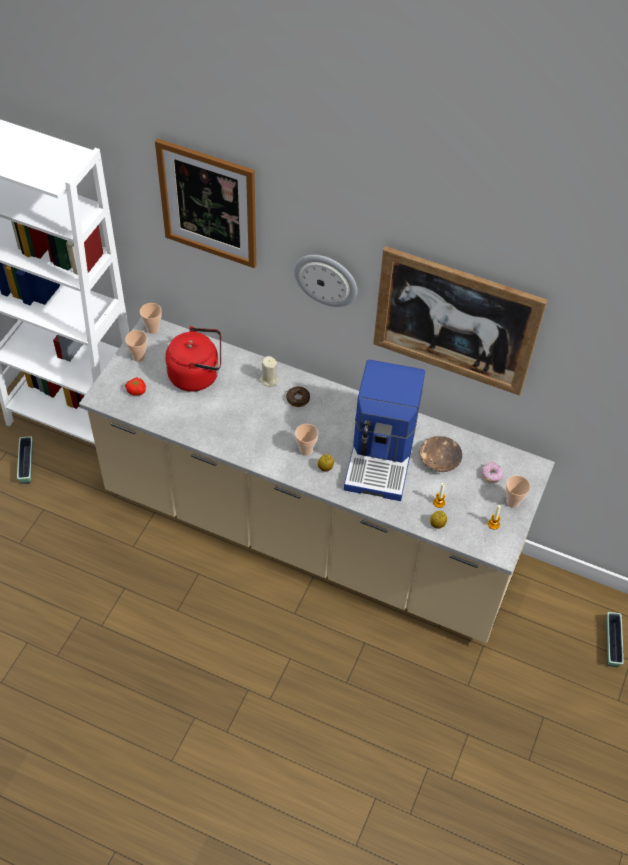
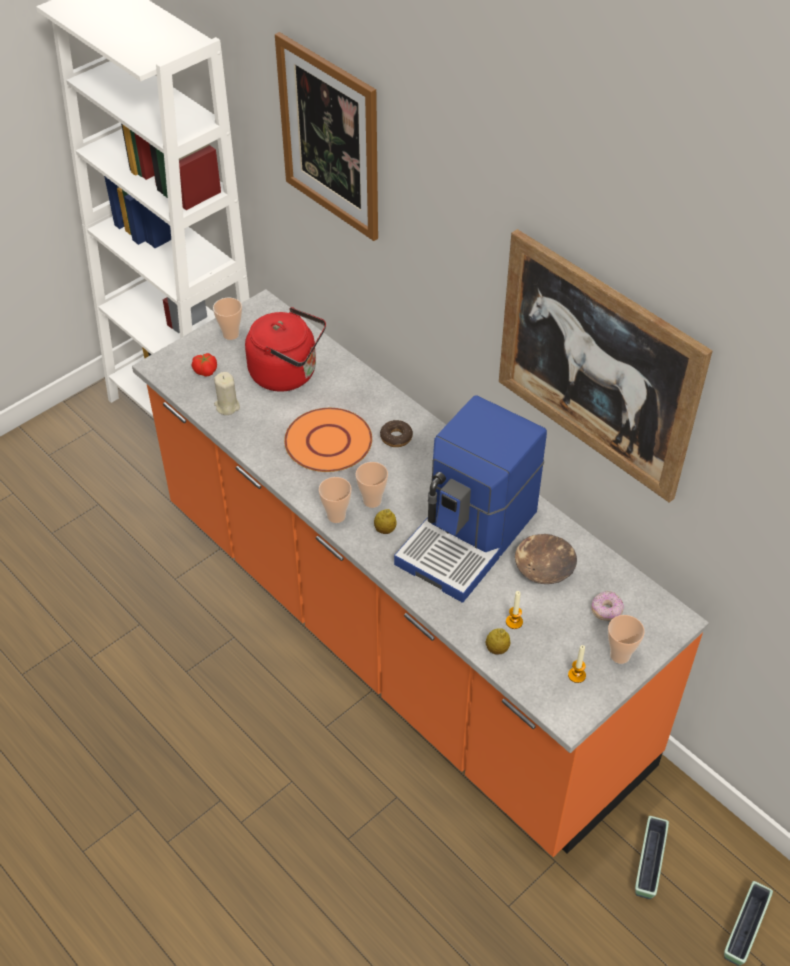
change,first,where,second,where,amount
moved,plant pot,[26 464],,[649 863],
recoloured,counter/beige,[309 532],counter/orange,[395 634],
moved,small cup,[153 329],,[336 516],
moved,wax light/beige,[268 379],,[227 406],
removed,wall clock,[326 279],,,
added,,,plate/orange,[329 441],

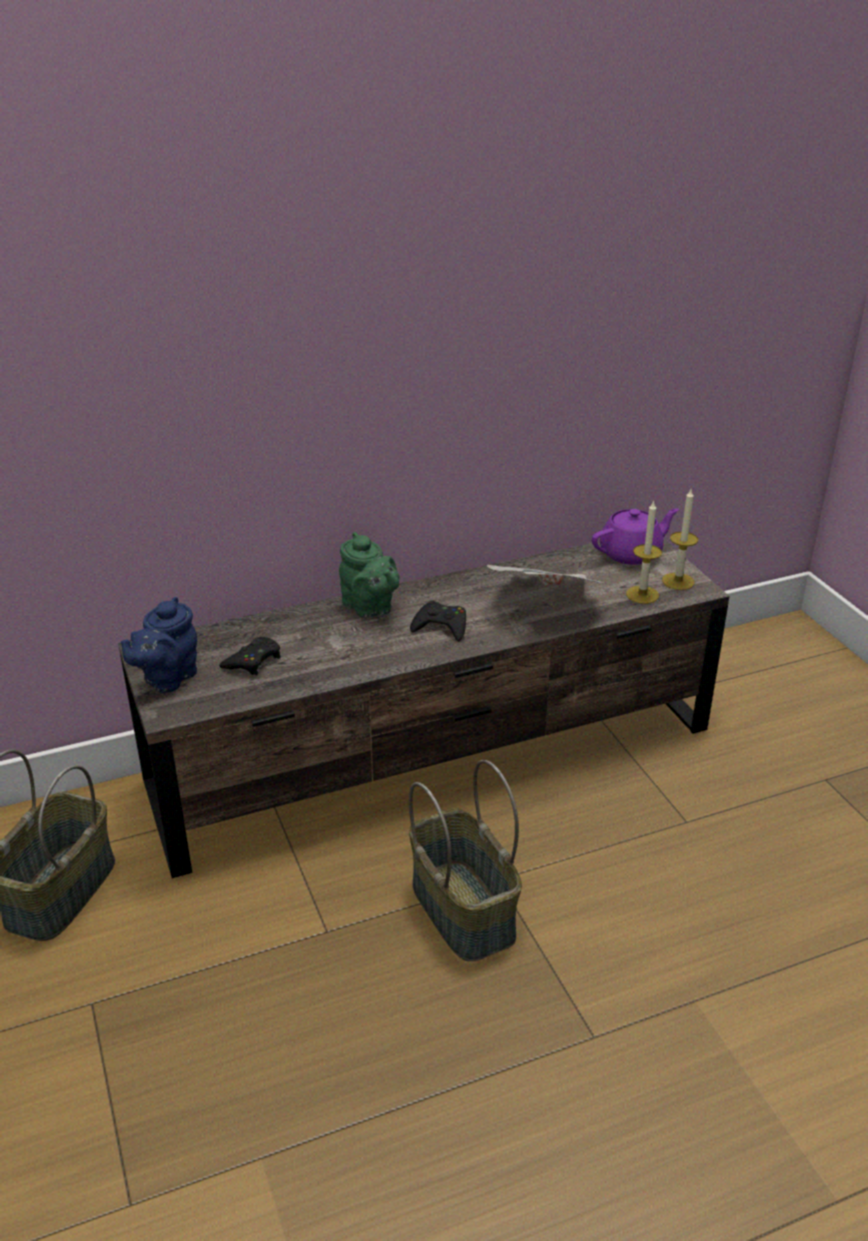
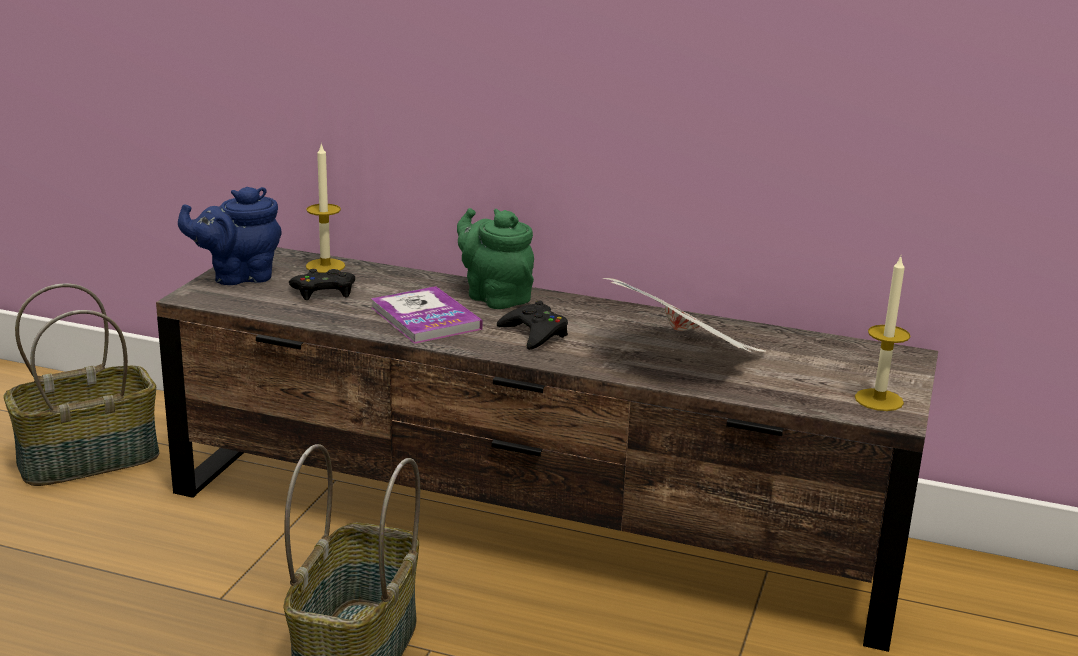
change,first,where,second,where,amount
turned,pot for tea/green,[369 608],,[495 297],135 degrees clockwise
removed,pot for tea/purplish,[632 554],,,
moved,wax light,[642 595],,[325 266],
added,,,book,[425 318],

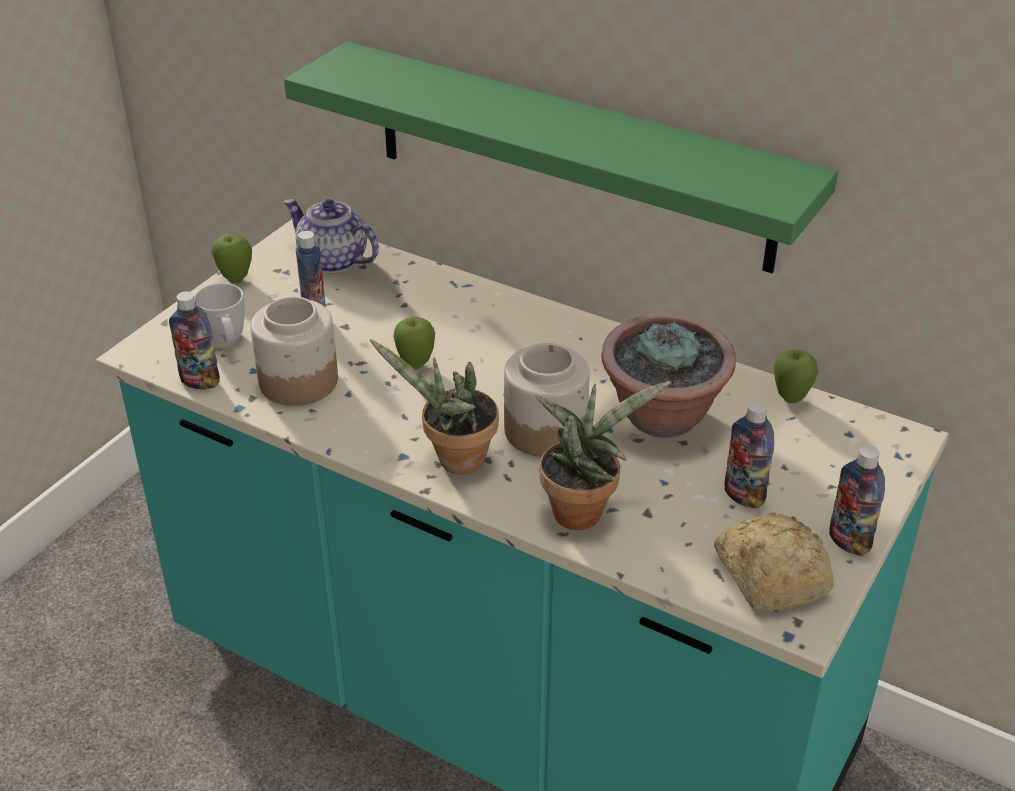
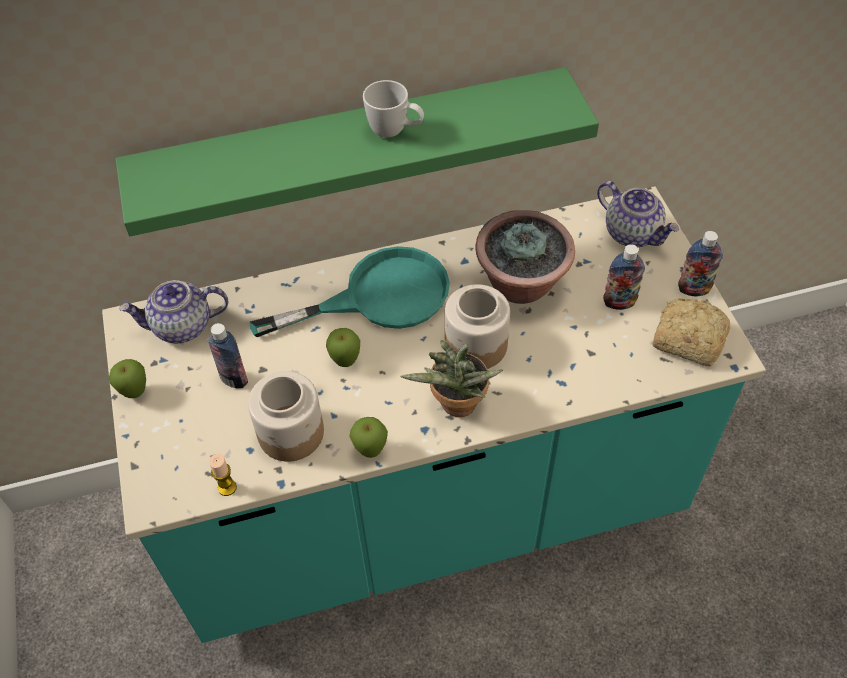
change,first,where,second,where,amount
replaced,drink bottle,[200 381],wax light,[227 487],
moved,coffee mug/white-coloured,[227 342],,[395 132],
removed,potted plant,[582 509],,,
moved,apple fruit,[790 399],,[370 451],
added,,,pan/turquoise,[378 297],
added,,,pot for tea,[633 233],

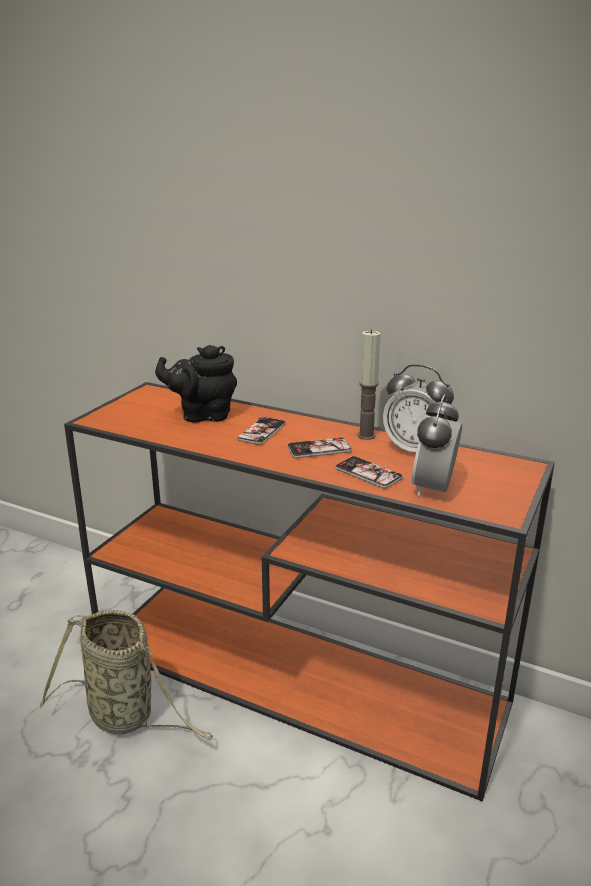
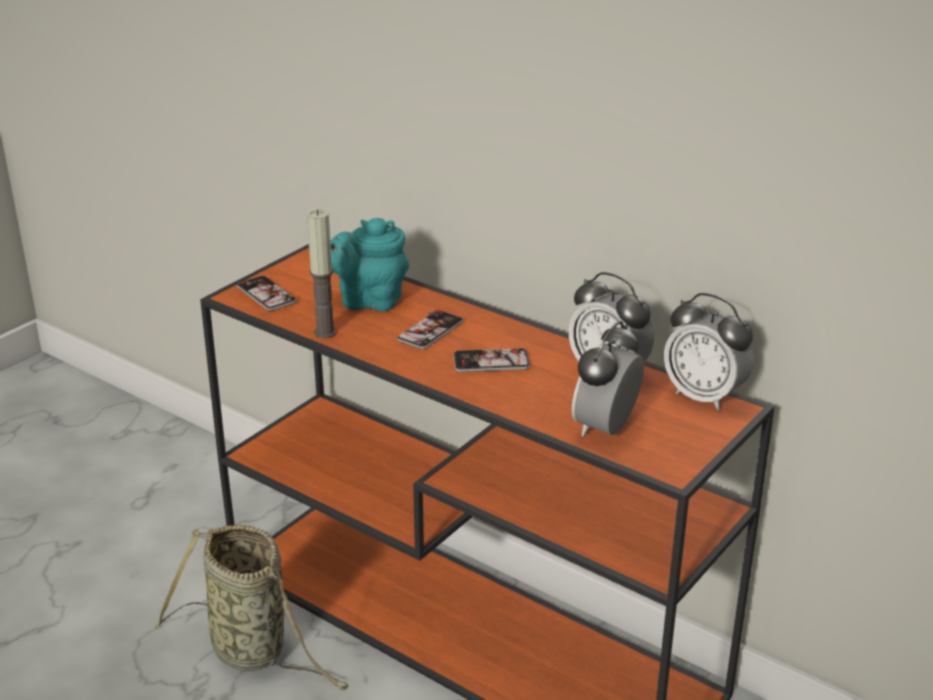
change,first,where,second,where,amount
recoloured,pot for tea/black,[203 415],pot for tea/turquoise,[366 300],
moved,telephone,[368 473],,[266 294],
moved,wax light,[366 435],,[325 332],
added,,,alarm clock,[704 396],

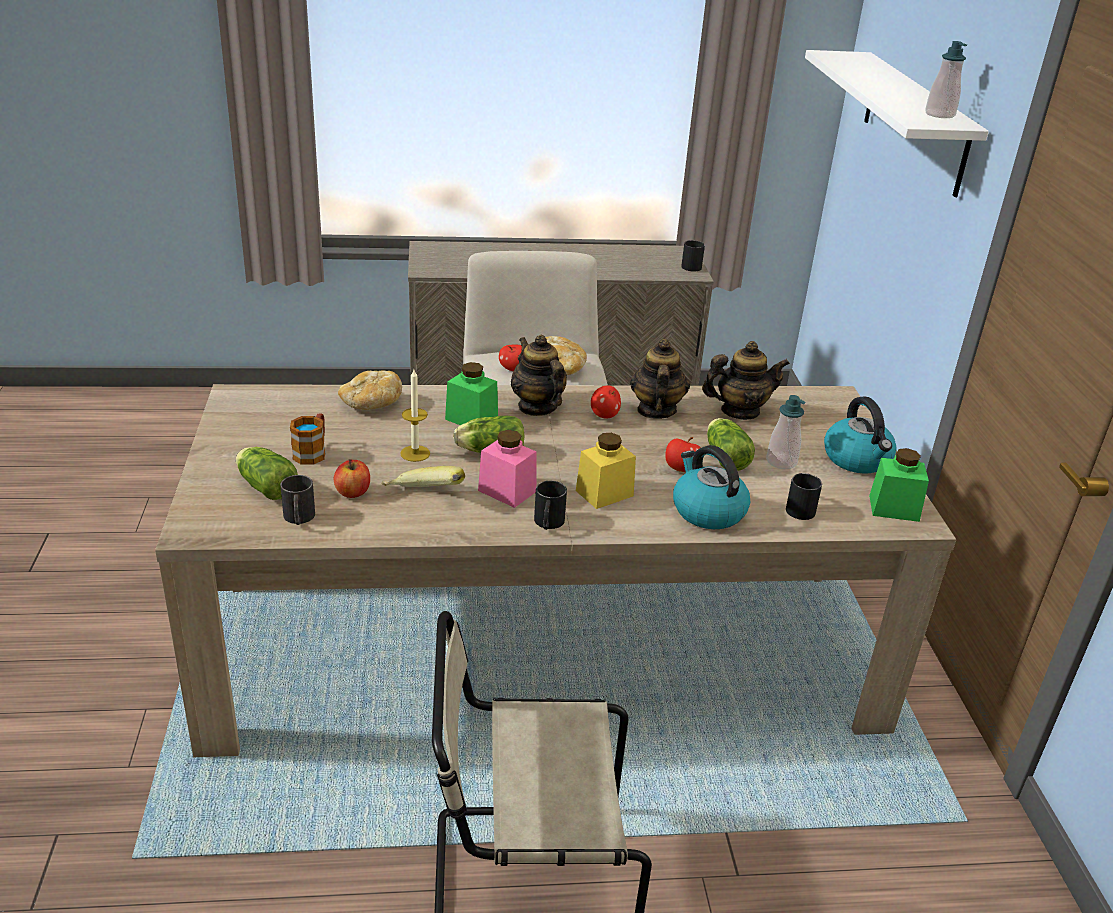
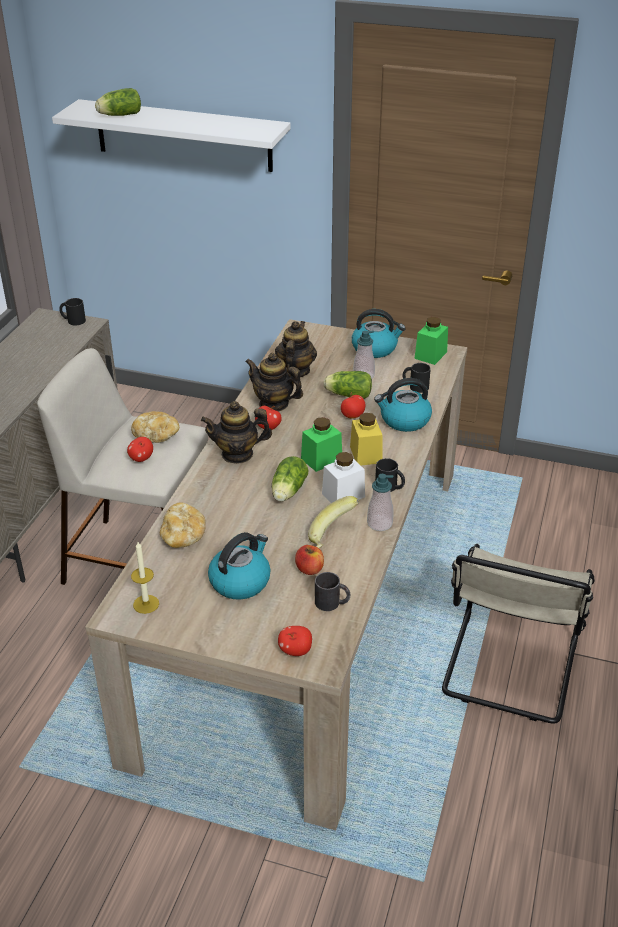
change,first,where,second,where,amount
moved,head of lettuce,[265 486],,[118 115],
replaced,coffee mug,[312 452],kettle,[240 581],
moved,wax light,[415 453],,[146 604],
moved,storage jar/green,[471 419],,[321 459],
recoloured,storage jar/pink-coloured,[507 491],storage jar/white-coloured,[343 495],
moved,soap dispenser,[939 115],,[379 523],
added,,,apple fruit,[295 650],

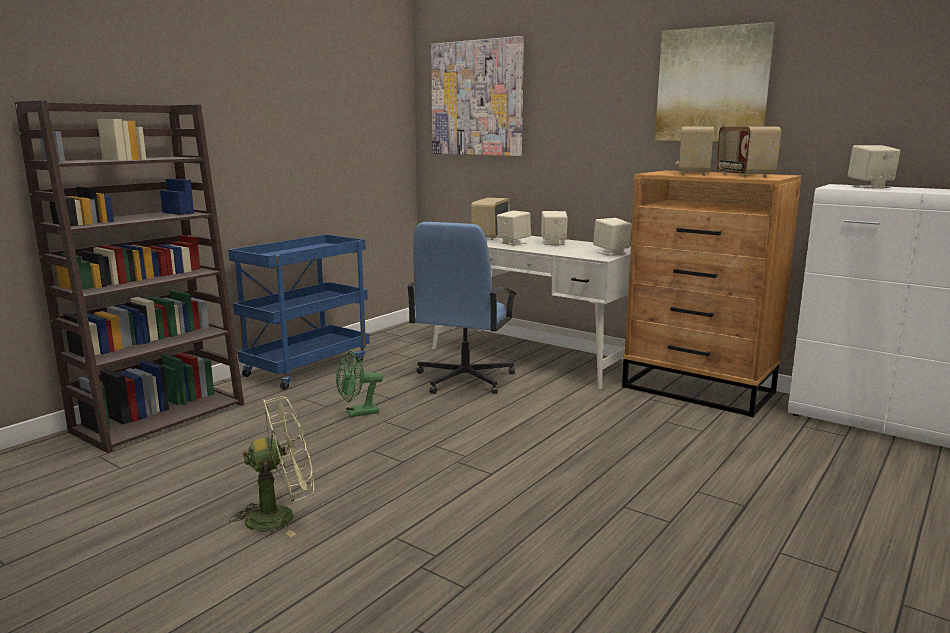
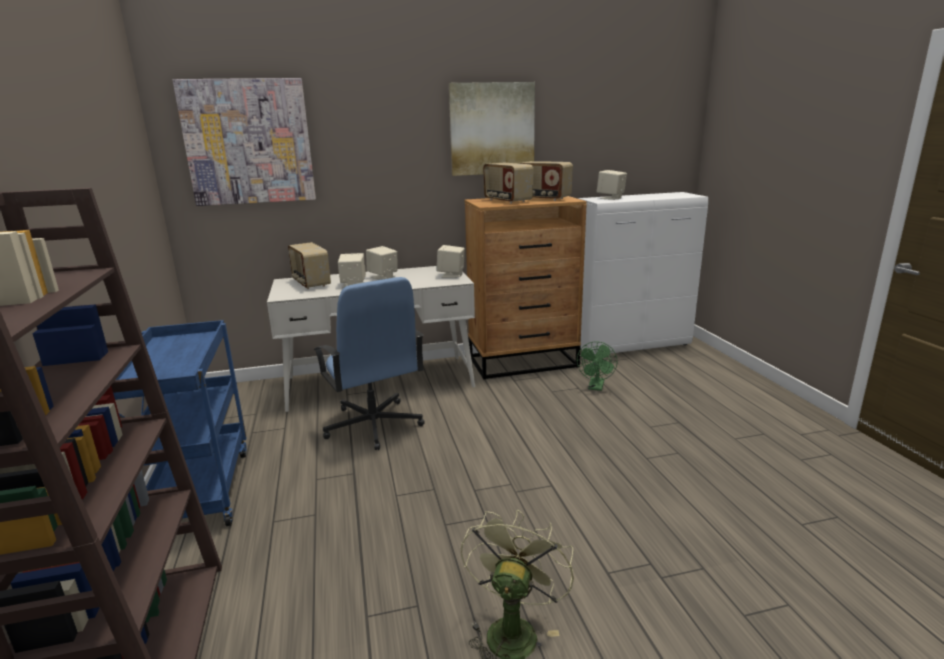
change,first,where,second,where,amount
moved,fan/green,[357 413],,[596 387],

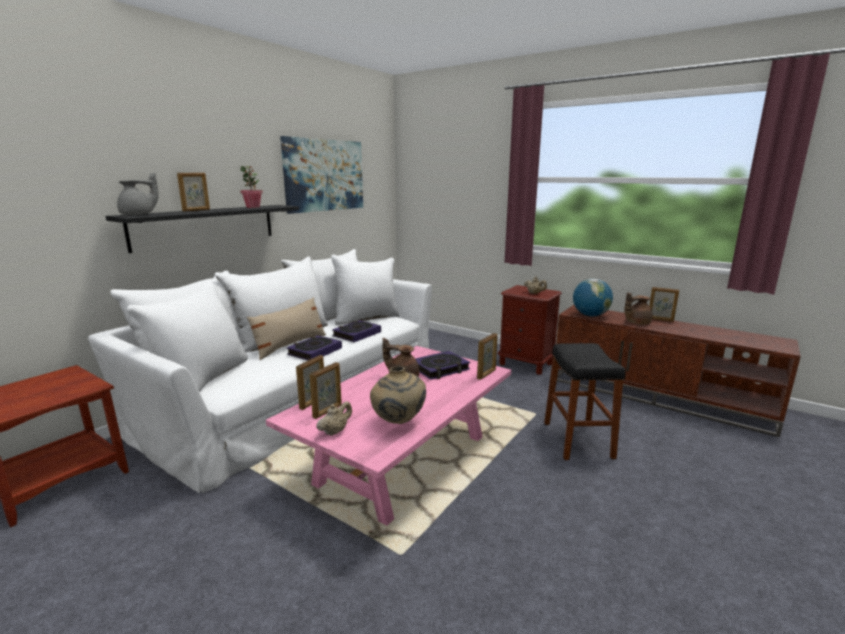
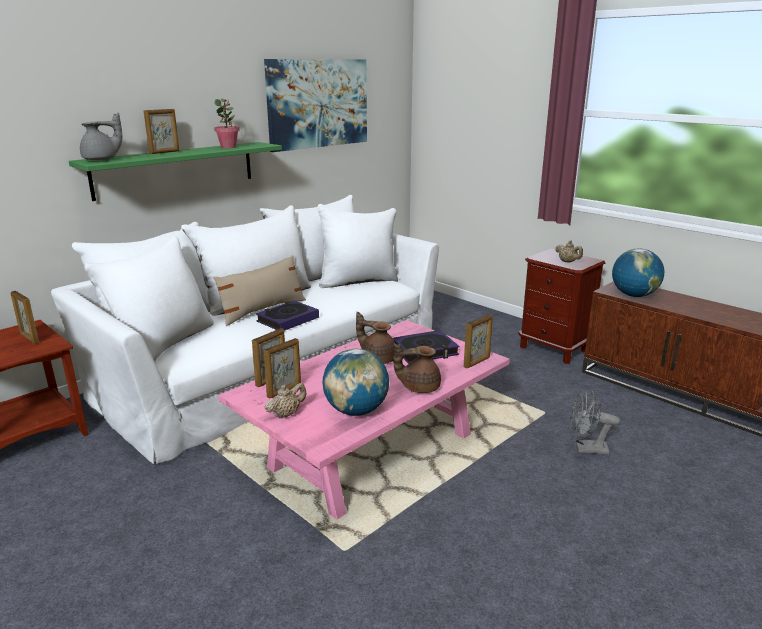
change,first,where,second,where,amount
recoloured,shelf/black,[206 226],shelf/green,[176 169],
removed,book,[357 334],,,
replaced,flower vase/beige,[398 423],world globe,[356 411],
replaced,stool/black,[577 440],fan/gray,[586 449],
moved,pot for tea/brown,[636 322],,[418 387],
moved,photo frame,[660 319],,[29 338],

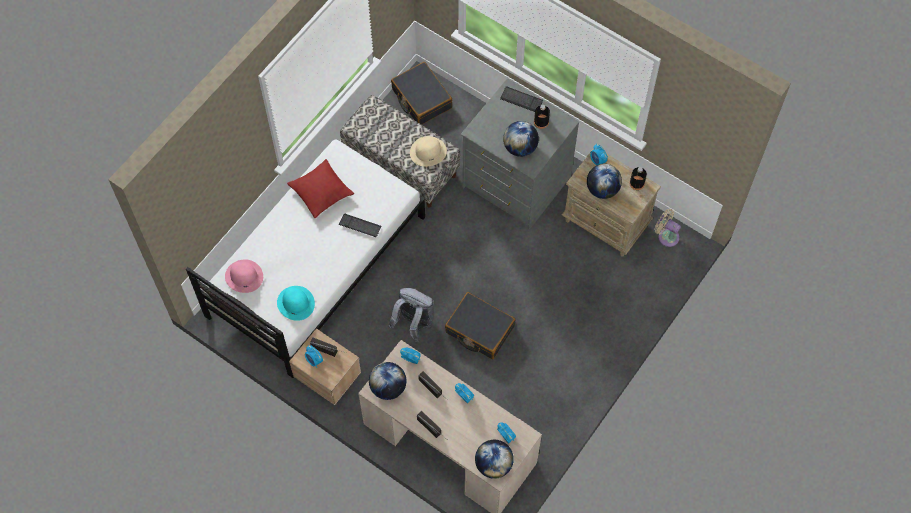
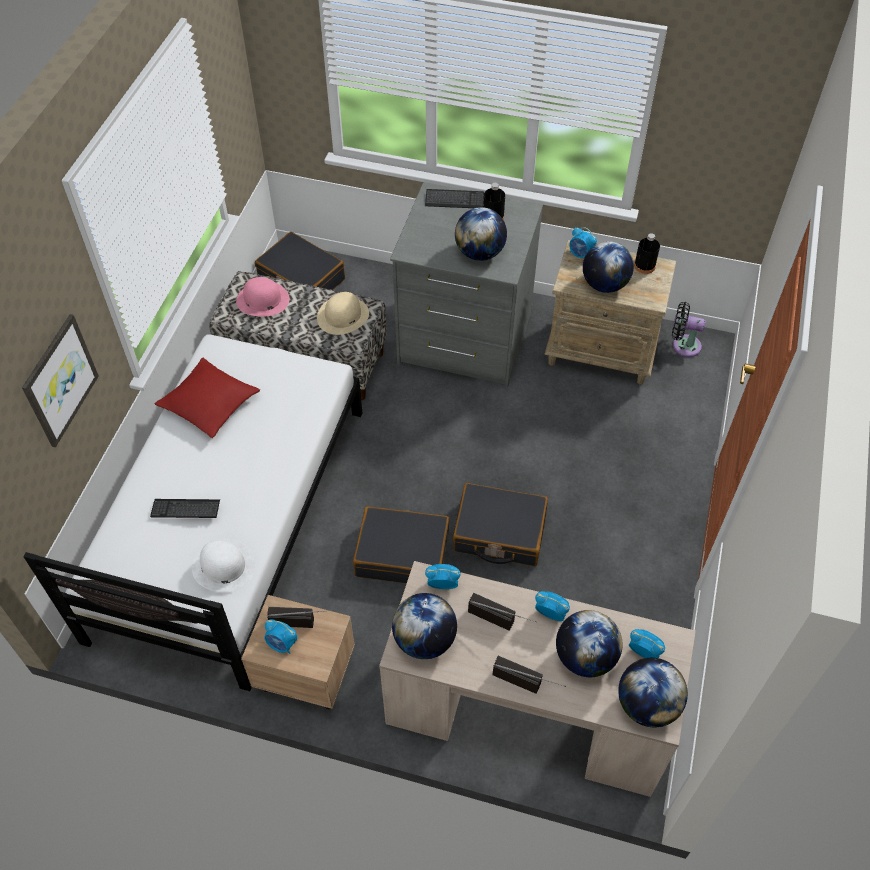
change,first,where,second,where,amount
moved,hat/pink-coloured,[243 276],,[262 300],
recoloured,hat/turquoise,[295 303],hat/white-coloured,[223 566],
moved,PC keyboard,[360 225],,[185 509],
replaced,rucksack/gray,[413 323],travel case/black,[402 553],
recoloured,fan/beige,[666 236],fan/black,[683 345],
added,,,wall art,[59 380],
added,,,world globe,[585 657],

